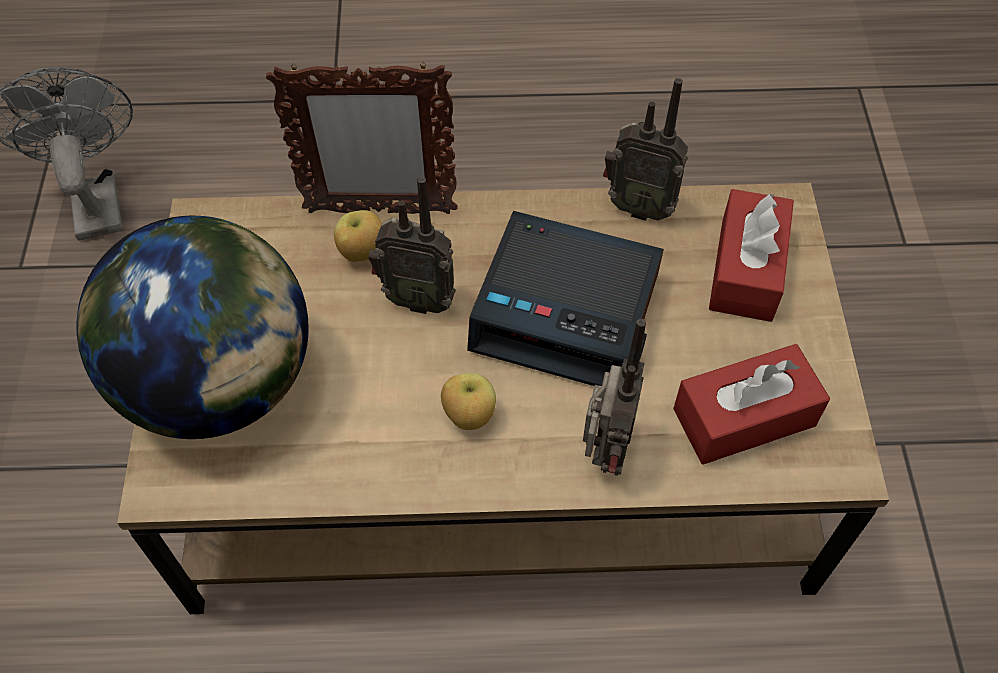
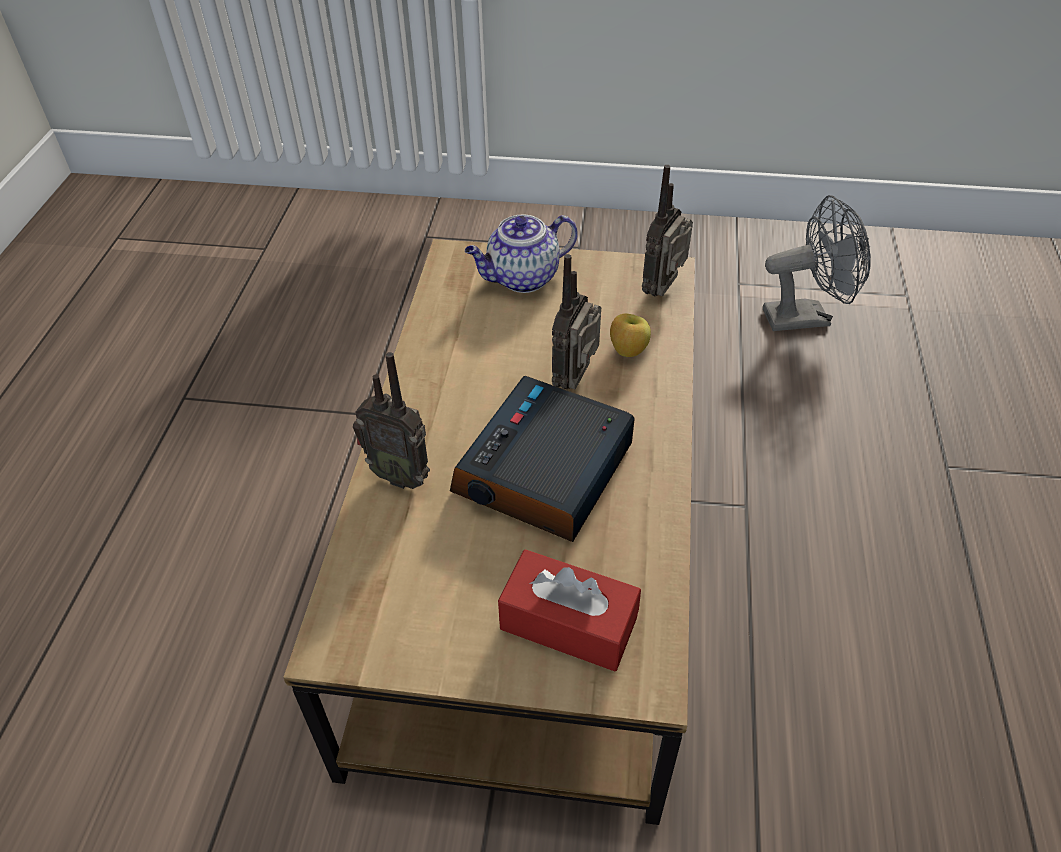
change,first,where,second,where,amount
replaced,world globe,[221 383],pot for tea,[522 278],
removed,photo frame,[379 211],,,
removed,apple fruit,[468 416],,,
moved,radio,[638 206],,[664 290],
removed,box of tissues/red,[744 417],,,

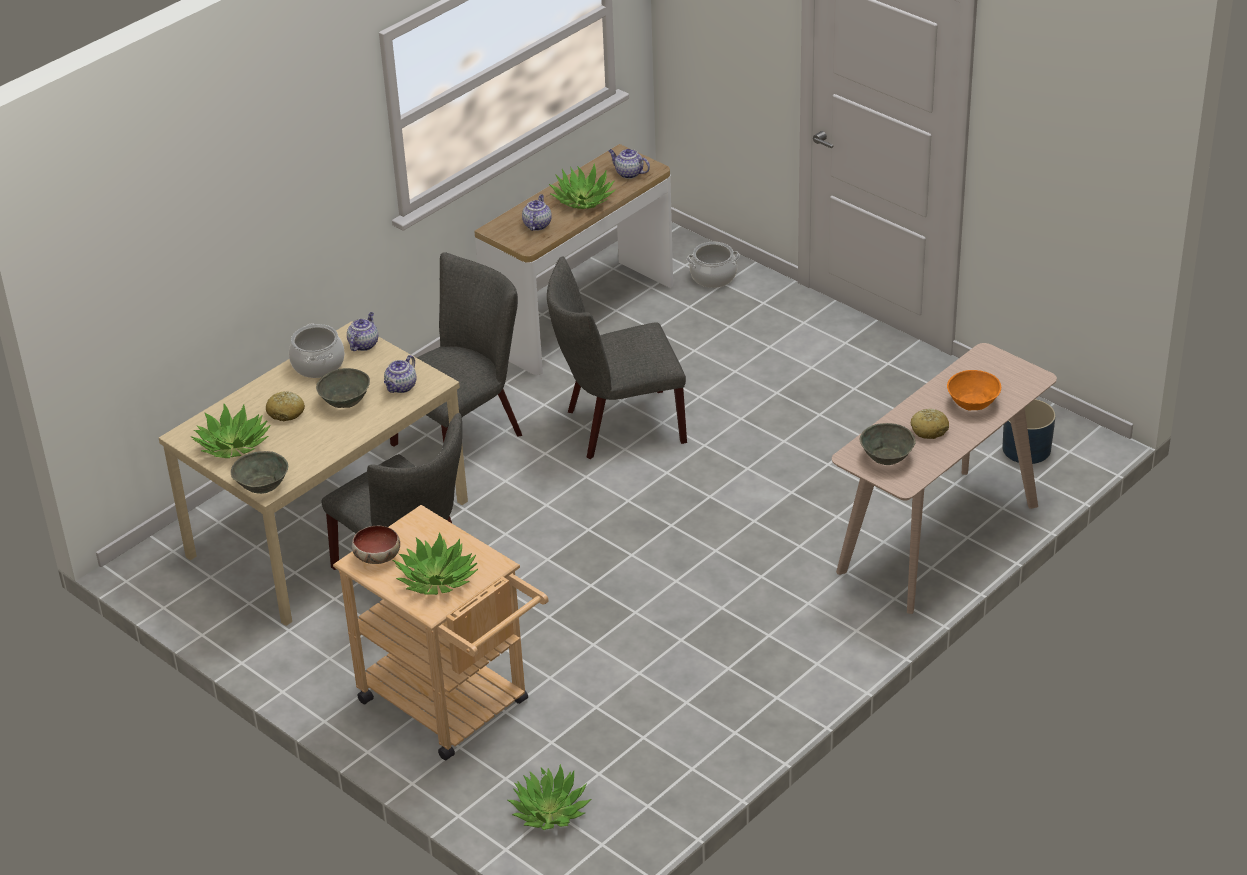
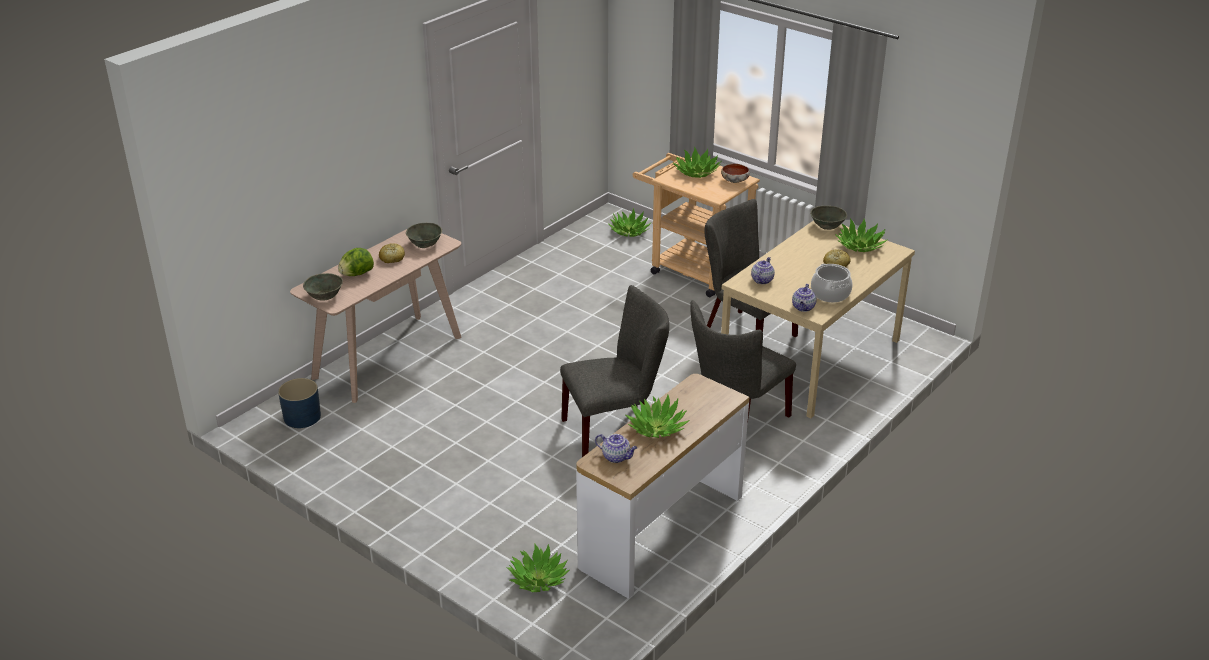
change,first,where,second,where,amount
moved,serving bowl/gray,[344 400],,[325 296],
removed,pot for tea,[537 224],,,
replaced,saucepot,[713 276],potted plant,[538 579],
replaced,serving bowl/orange,[972 402],head of lettuce,[357 274],

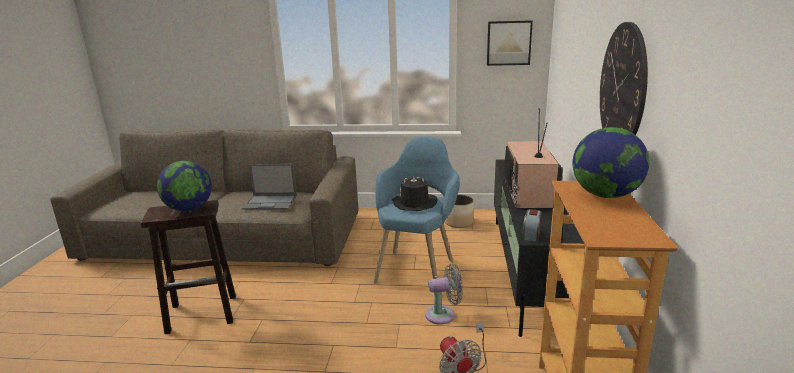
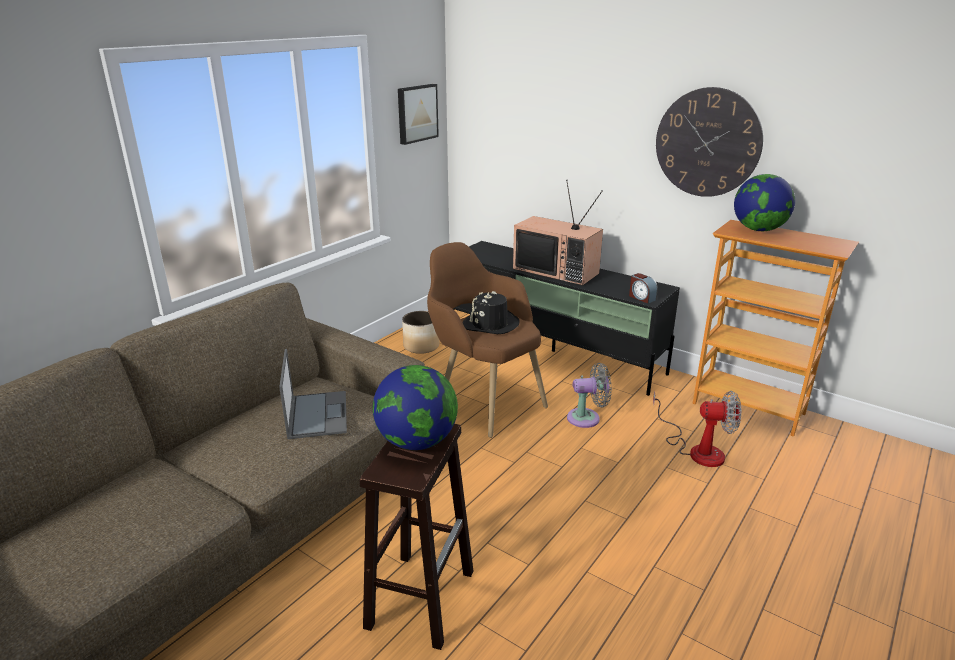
change,first,where,second,where,amount
turned,portable computer,[271 202],,[317 414],45 degrees counterclockwise
recoloured,easy chair/blue-coloured,[417 265],easy chair/brown,[483 400],
turned,fan/gray,[443 315],,[587 418],60 degrees clockwise

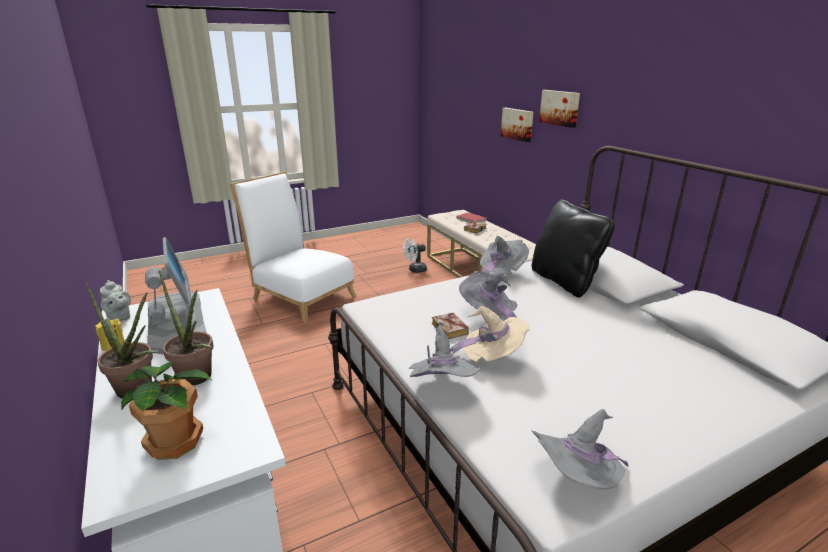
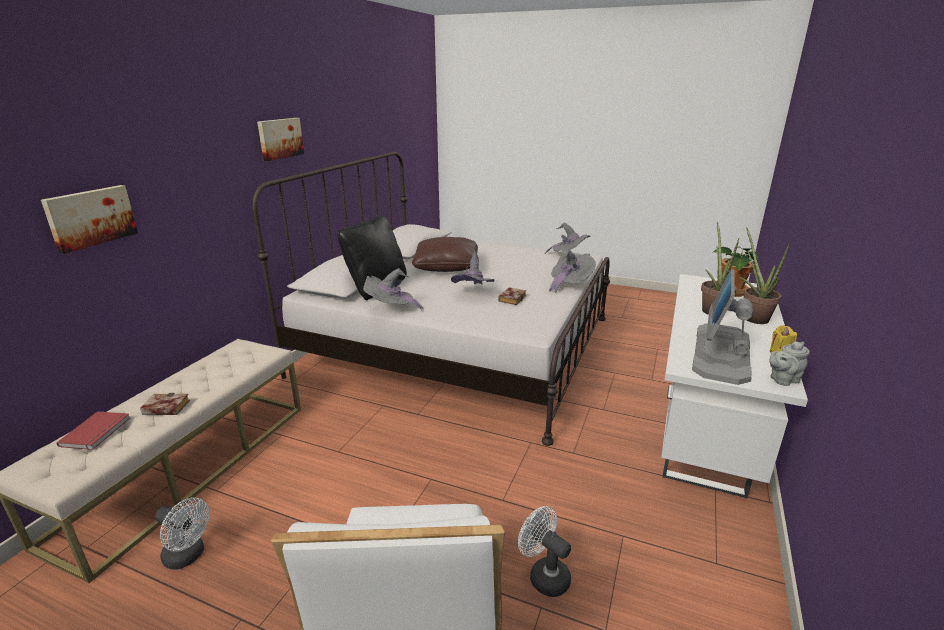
change,first,where,second,where,amount
turned,pot for tea/gray,[119 317],,[782 380],120 degrees counterclockwise
removed,hat/beige,[492 358],,,
moved,wall art,[560 108],,[279 138],
added,,,throw pillow/brown,[447 267],
added,,,fan/white-coloured,[544 575],

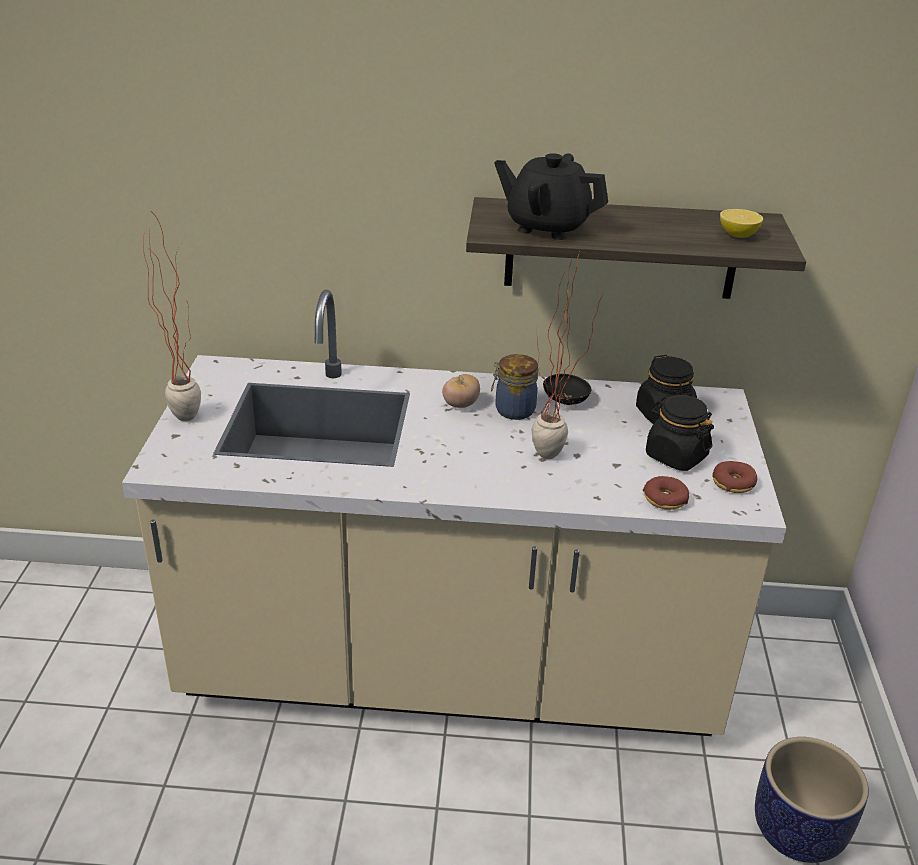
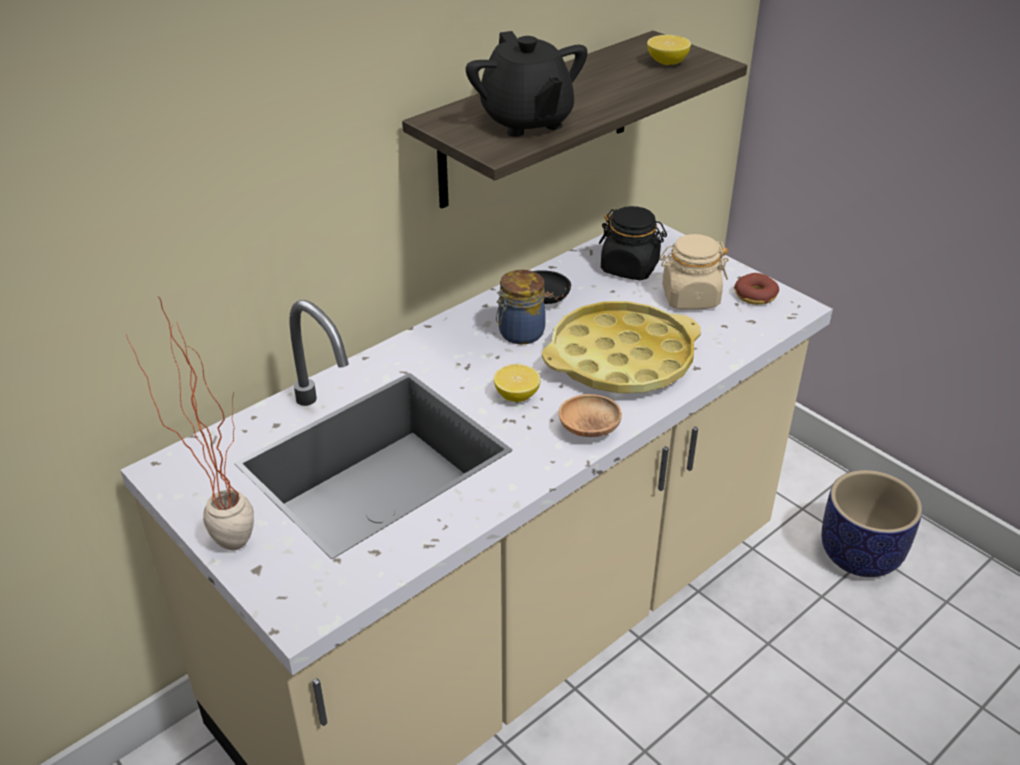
change,first,where,second,where,amount
removed,whole tomato,[460 404],,,
turned,pot for tea/black,[547 227],,[526 121],90 degrees counterclockwise
replaced,potted plant,[553 461],tray/yellow,[621 358],
removed,donut,[665 499],,,
recoloured,storage jar/black,[675 456],storage jar/beige,[690 297],
added,,,whole lemon,[516 395],
added,,,serving bowl/brown,[589 429],

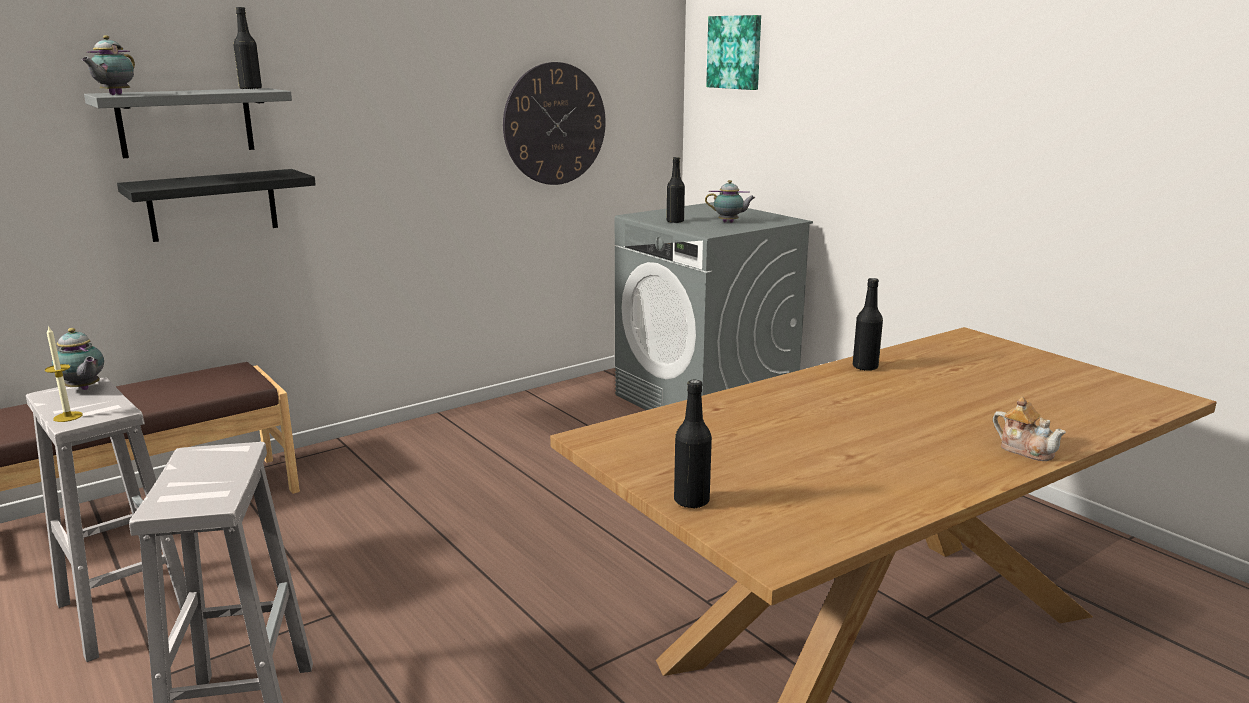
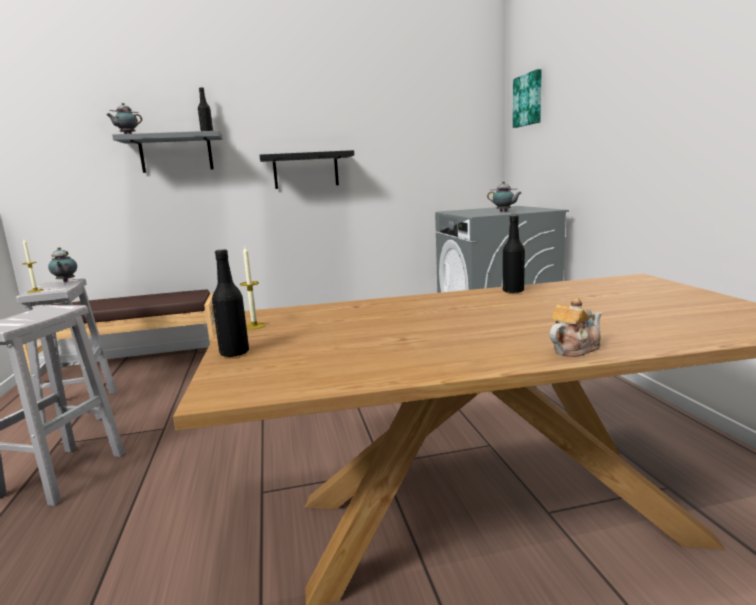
change,first,where,second,where,amount
moved,shelf/black,[213 205],,[306 170],
removed,wall clock,[554 124],,,
removed,drink bottle/black,[675 221],,,
turned,pot for tea,[1025 450],,[574 349],105 degrees counterclockwise
added,,,wax light,[254 326],

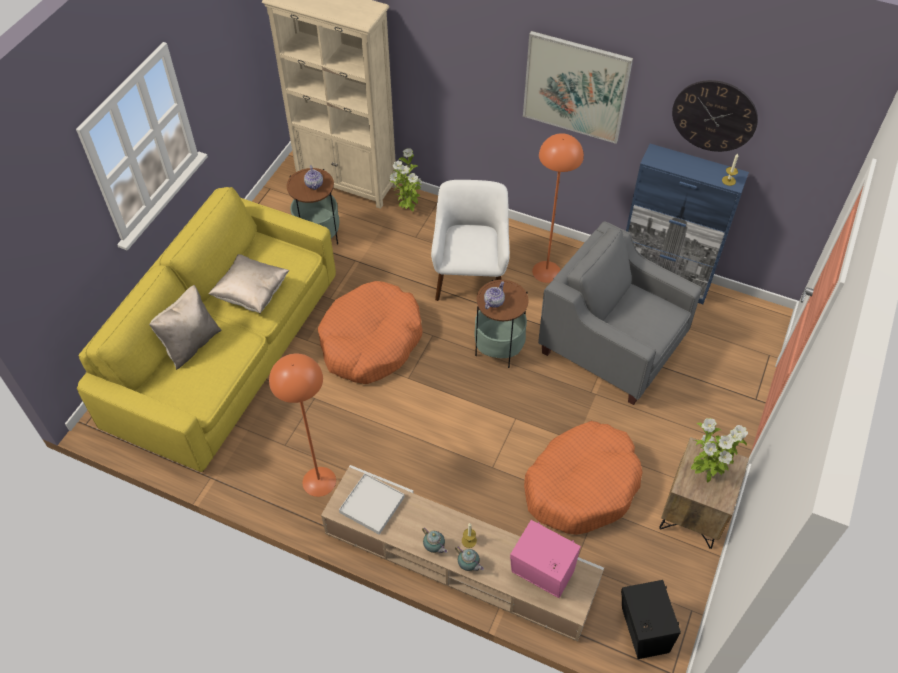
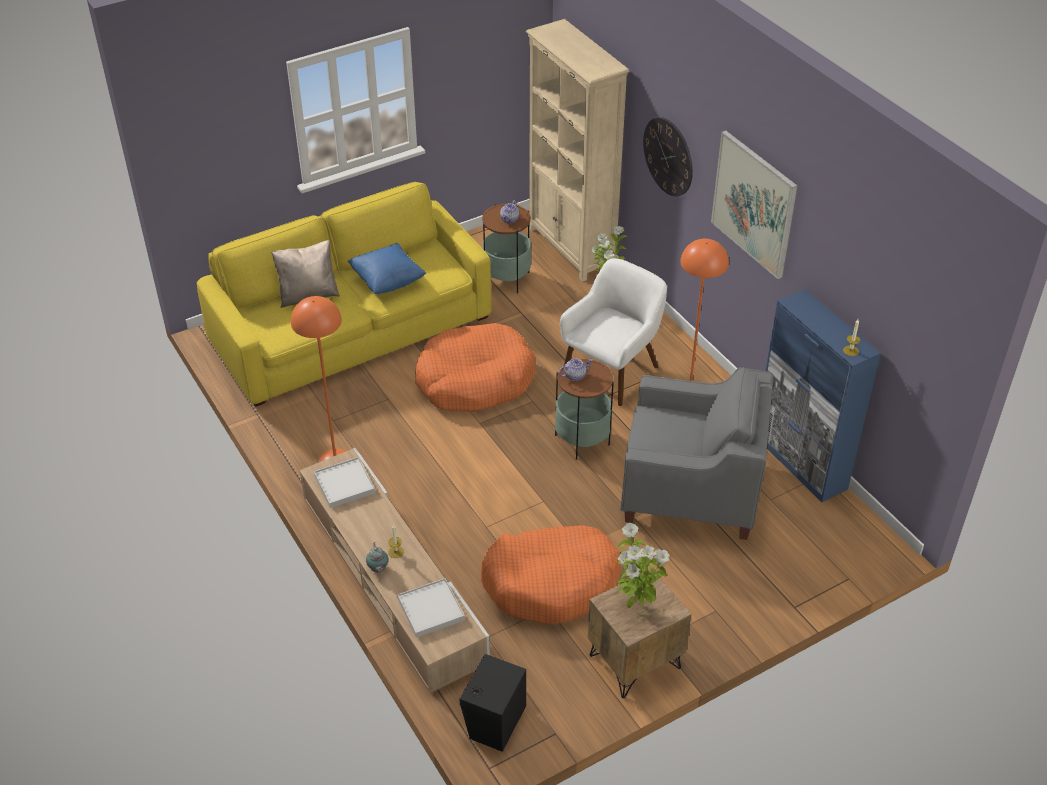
change,first,where,second,where,amount
recoloured,throw pillow/beige,[252 293],throw pillow/blue-coloured,[387 281],
removed,pot for tea,[434 548],,,
replaced,loudspeaker/pink-coloured,[542 574],tray/white-coloured,[431 610],
turned,easy chair/gray,[611 346],,[691 491],120 degrees clockwise
moved,wall clock,[714 116],,[668 156],

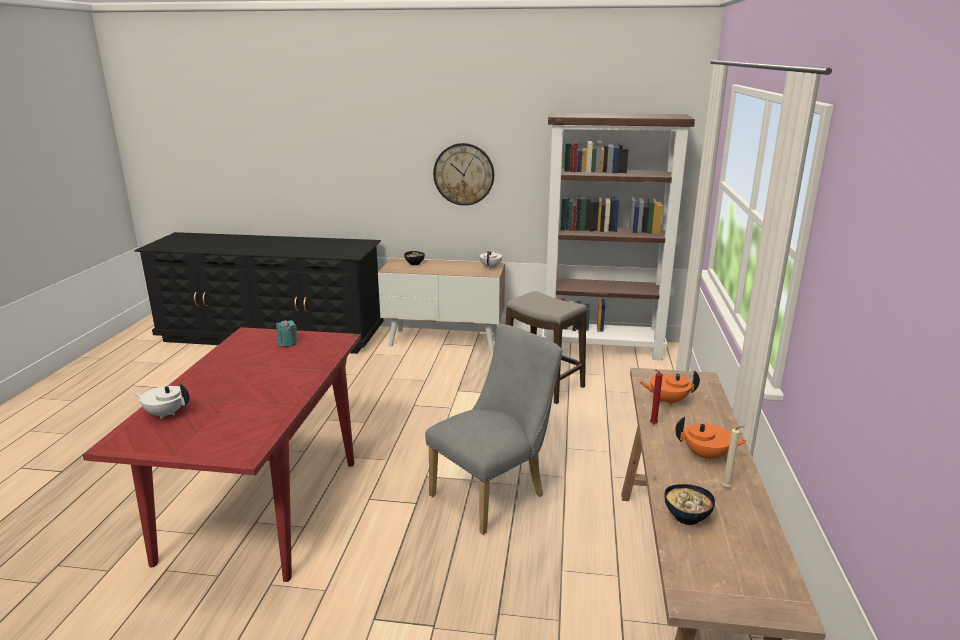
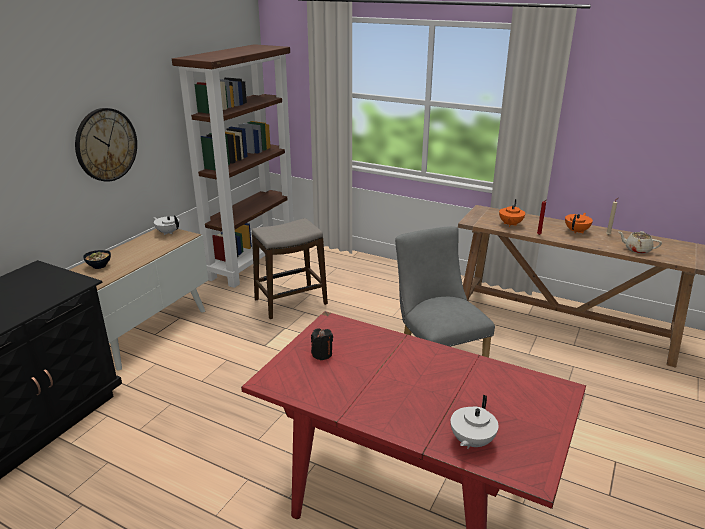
change,first,where,second,where,amount
recoloured,wax light/turquoise,[287 343],wax light/black,[322 354],
replaced,serving bowl,[687 517],pot for tea/beige,[637 250],

